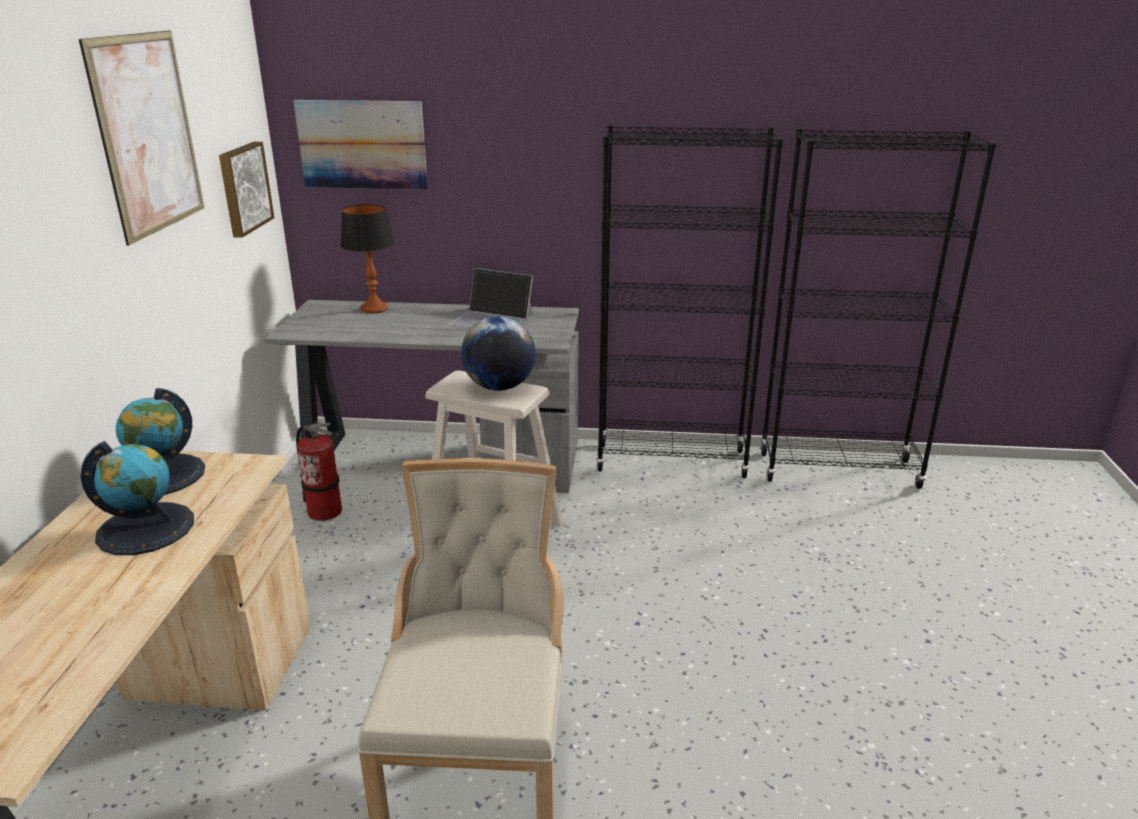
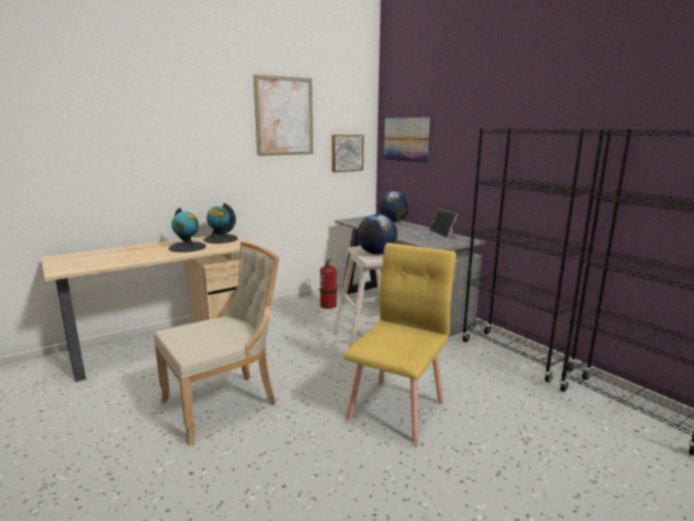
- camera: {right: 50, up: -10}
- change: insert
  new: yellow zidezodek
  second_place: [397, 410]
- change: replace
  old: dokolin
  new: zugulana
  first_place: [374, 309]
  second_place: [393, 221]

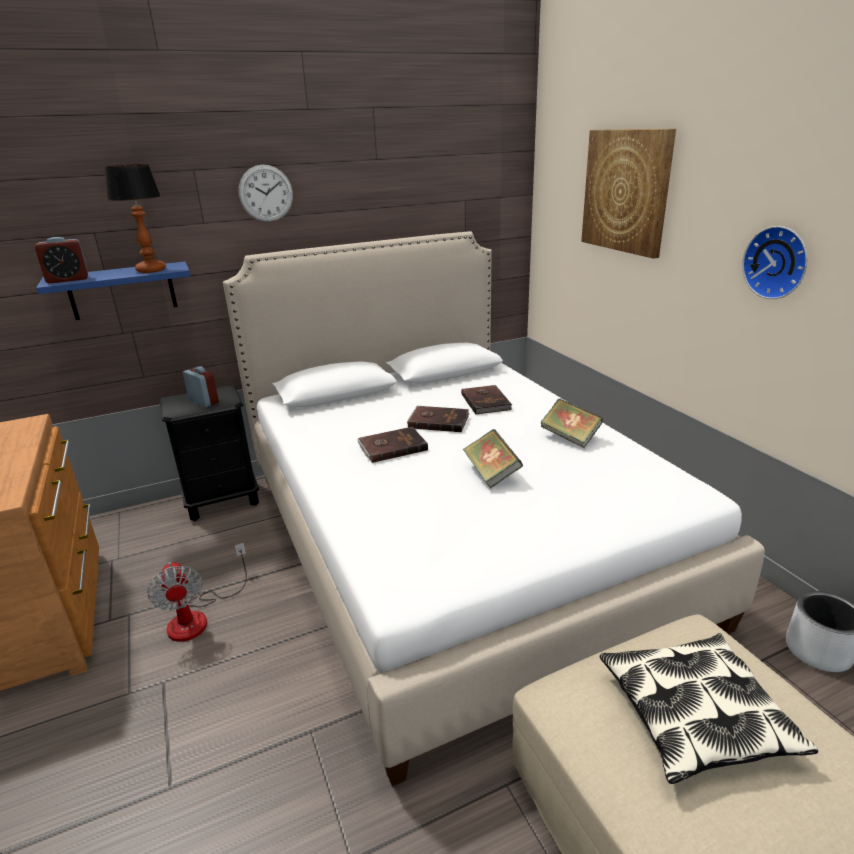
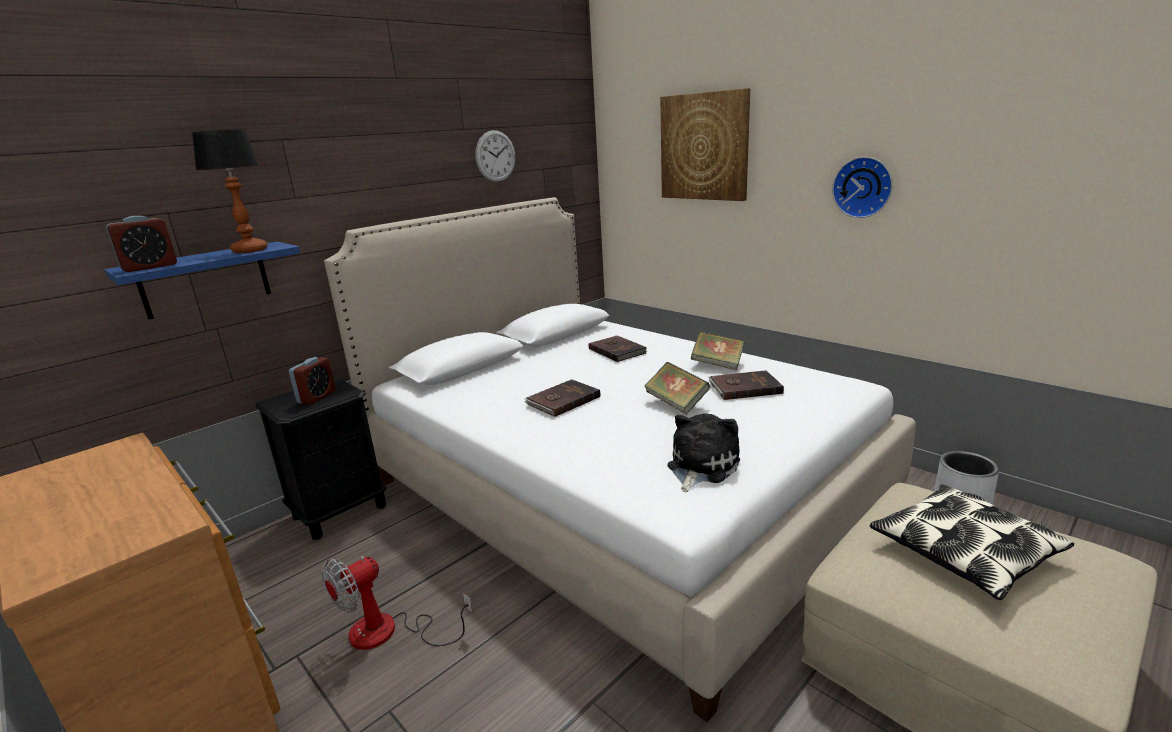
- camera: {right: -20, up: -5}
- change: insert
  new: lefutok
  second_place: [700, 466]
- change: move
  old: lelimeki
  first_place: [266, 193]
  second_place: [495, 156]
- change: move
  old: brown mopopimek
  first_place: [438, 421]
  second_place: [744, 387]
- change: rotate
  old: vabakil
  first_place: [198, 617]
  second_place: [389, 632]
  degrees: 90
- change: rotate
  old: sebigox
  first_place: [204, 402]
  second_place: [317, 397]
  degrees: 90

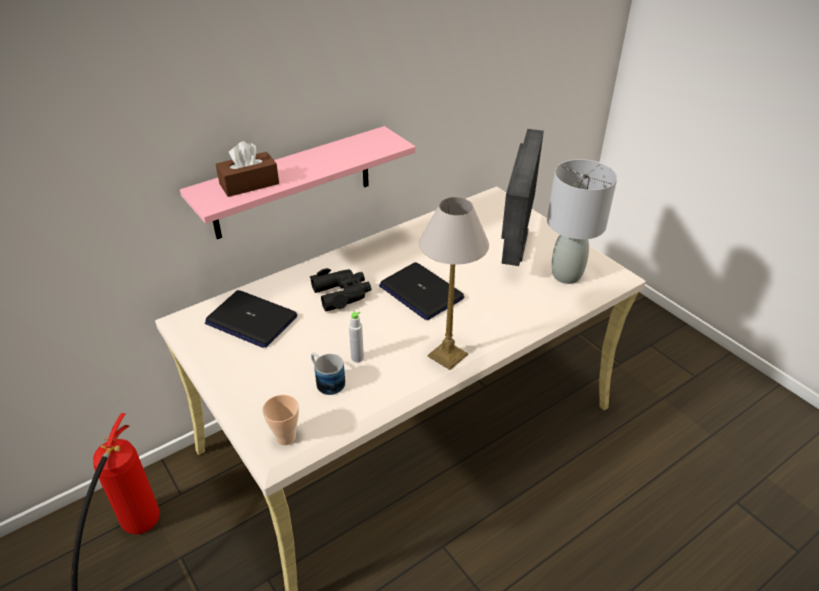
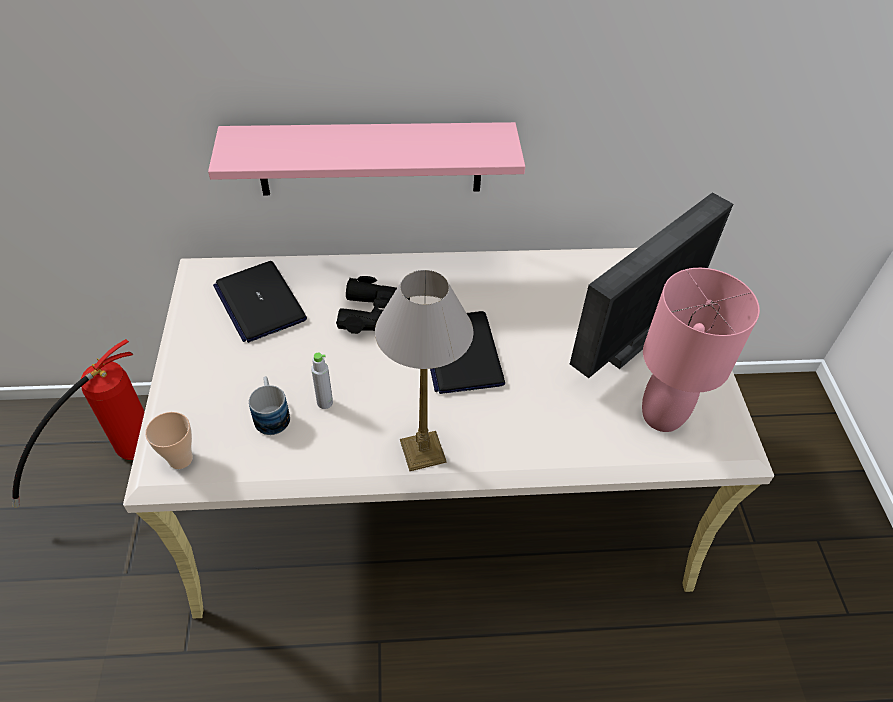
- camera: {right: 30, up: 10}
- change: delete
  old: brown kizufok
  first_place: [249, 184]
- change: recolor
  old: grey dokolin
  new: pink dokolin
  first_place: [566, 276]
  second_place: [661, 417]

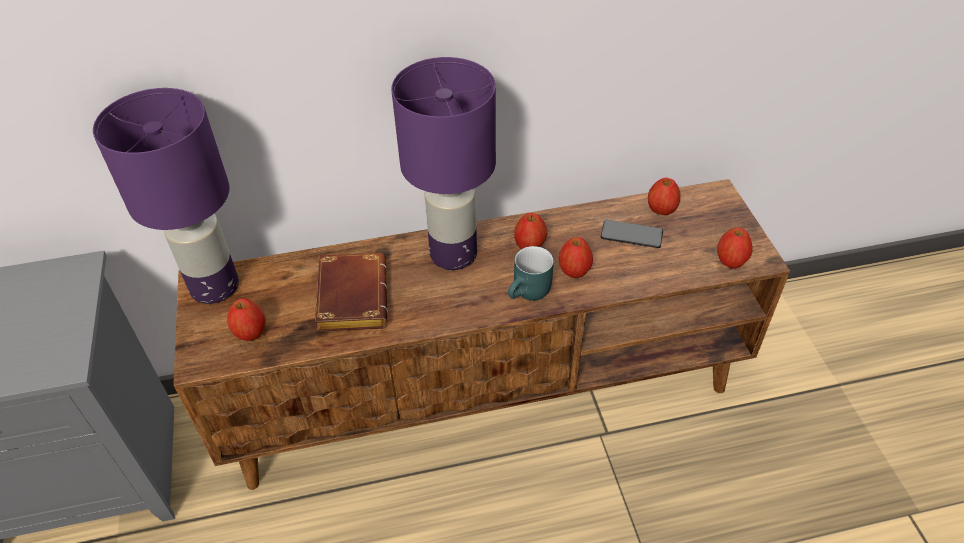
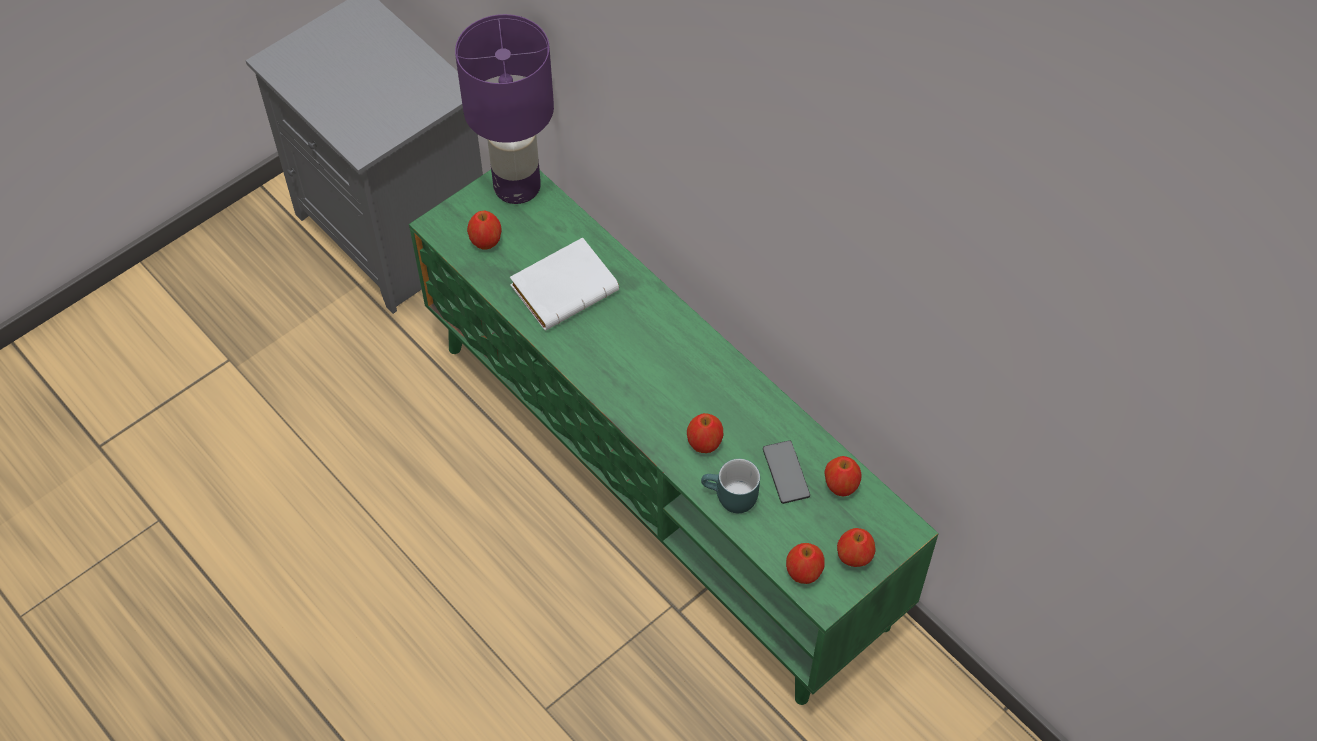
- camera: {right: 60, up: 10}
- change: delete
  old: purple dokolin
  first_place: [452, 255]
- change: move
  old: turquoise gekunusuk
  first_place: [530, 293]
  second_place: [730, 499]
- change: move
  old: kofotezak
  first_place: [529, 246]
  second_place: [854, 557]
- change: recolor
  old: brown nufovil
  new: green nufovil
  first_place: [486, 392]
  second_place: [661, 481]
- change: recolor
  old: brown mopopimek
  new: white mopopimek
  first_place: [350, 296]
  second_place: [565, 287]

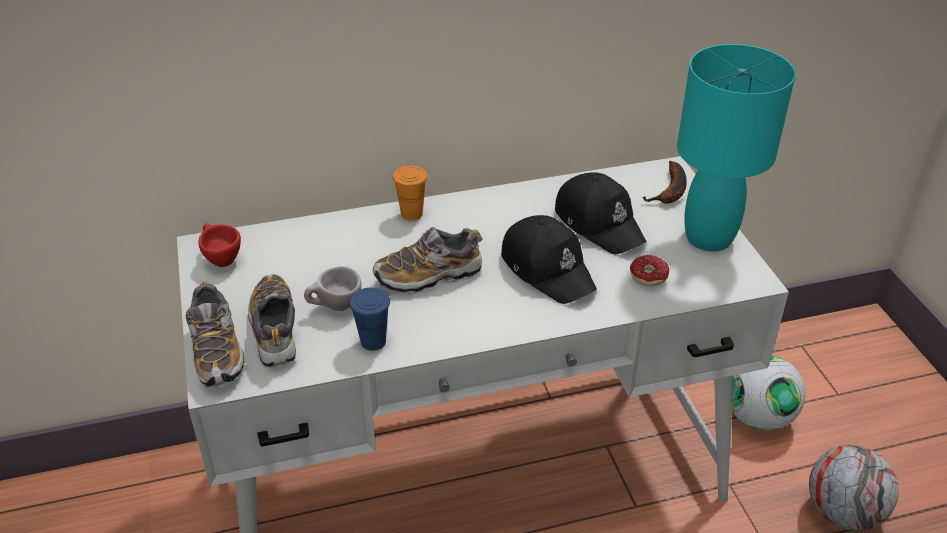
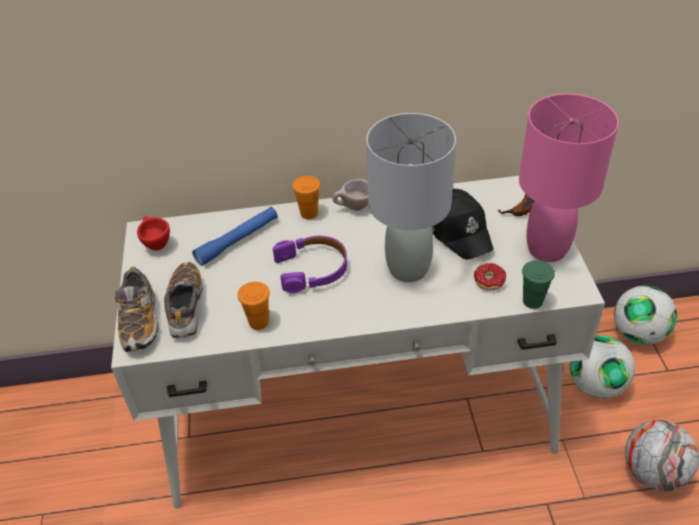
- camera: {right: 10, up: 5}
- change: insert
  new: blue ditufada
  second_place: [237, 241]
- change: insert
  new: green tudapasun
  second_place: [532, 301]
- change: insert
  new: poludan
  second_place: [638, 333]
- change: move
  old: beige tudapasun
  first_place: [335, 308]
  second_place: [353, 208]
- change: replace
  old: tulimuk
  new: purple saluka
  first_place: [429, 276]
  second_place: [312, 269]
- change: replace
  old: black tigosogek
  new: grey dokolin
  first_place: [548, 268]
  second_place: [408, 268]
- change: recolor
  old: blue tudapasun
  new: orange tudapasun
  first_place: [373, 341]
  second_place: [259, 322]
- change: recolor
  old: turquoise dokolin
  new: pink dokolin
  first_place: [708, 238]
  second_place: [546, 250]

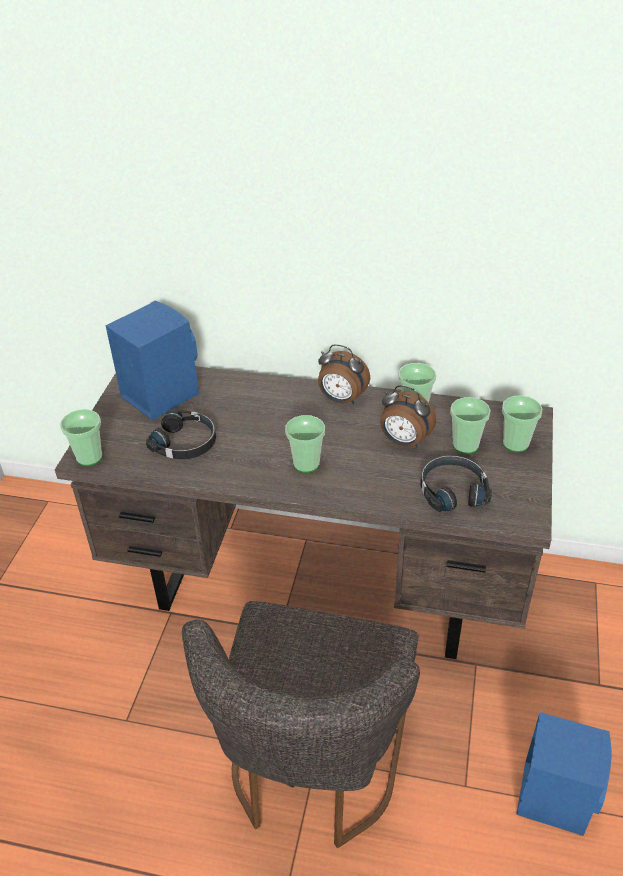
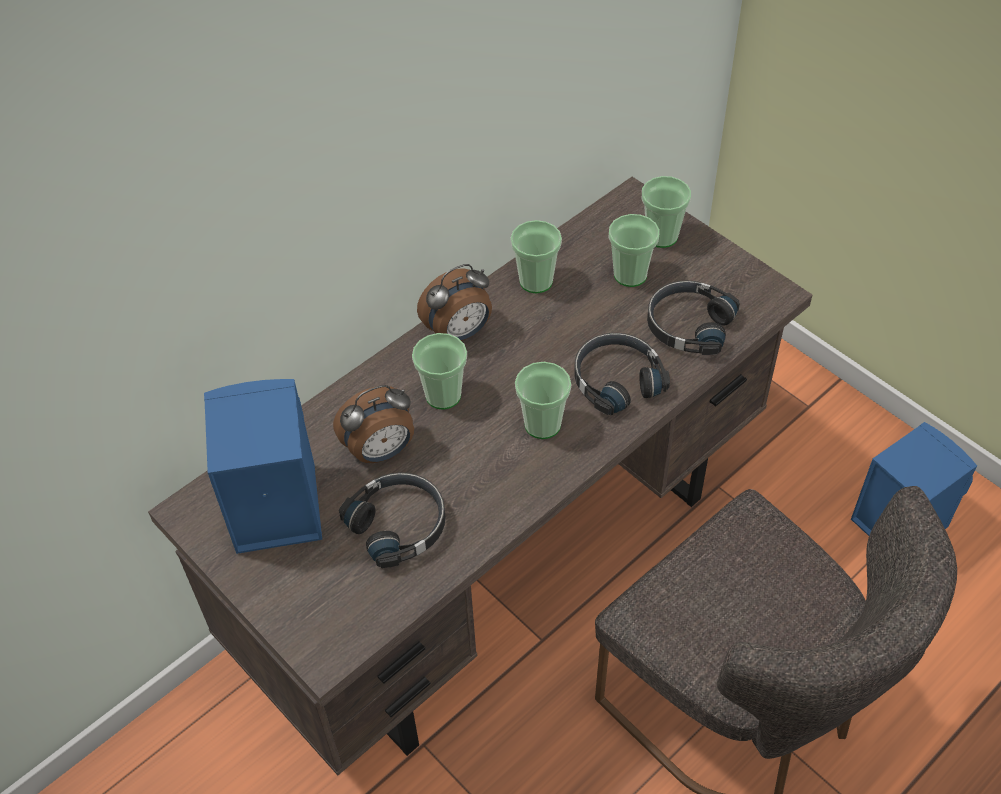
- camera: {right: -55, up: 10}
- change: insert
  new: black saluka
  second_place: [616, 379]
- change: move
  old: tudapasun
  first_place: [89, 457]
  second_place: [443, 395]
- change: move
  old: sebigox
  first_place: [404, 442]
  second_place: [381, 451]

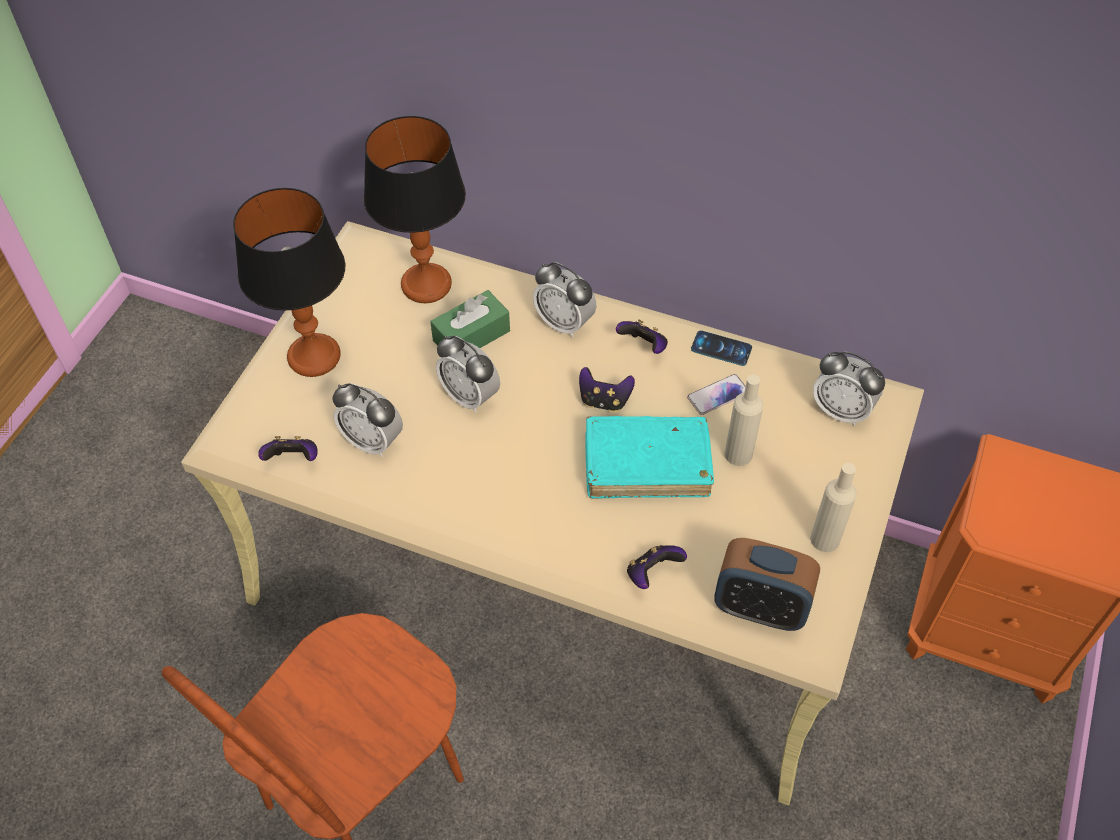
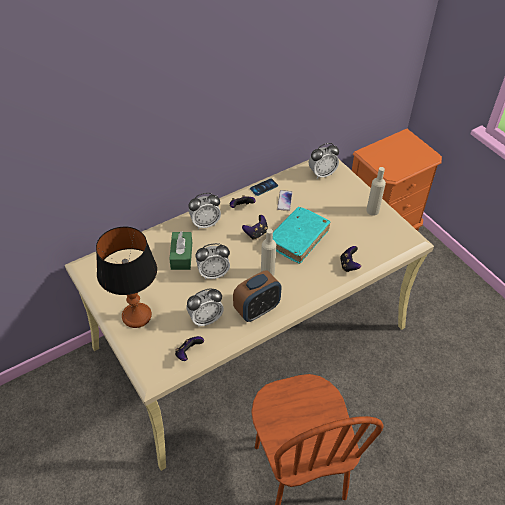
- camera: {right: -55, up: -5}
- change: delete
  old: dokolin
  first_place: [425, 284]
- change: move
  old: sebigox
  first_place: [760, 607]
  second_place: [257, 310]
- change: move
  old: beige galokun
  first_place: [738, 454]
  second_place: [267, 272]

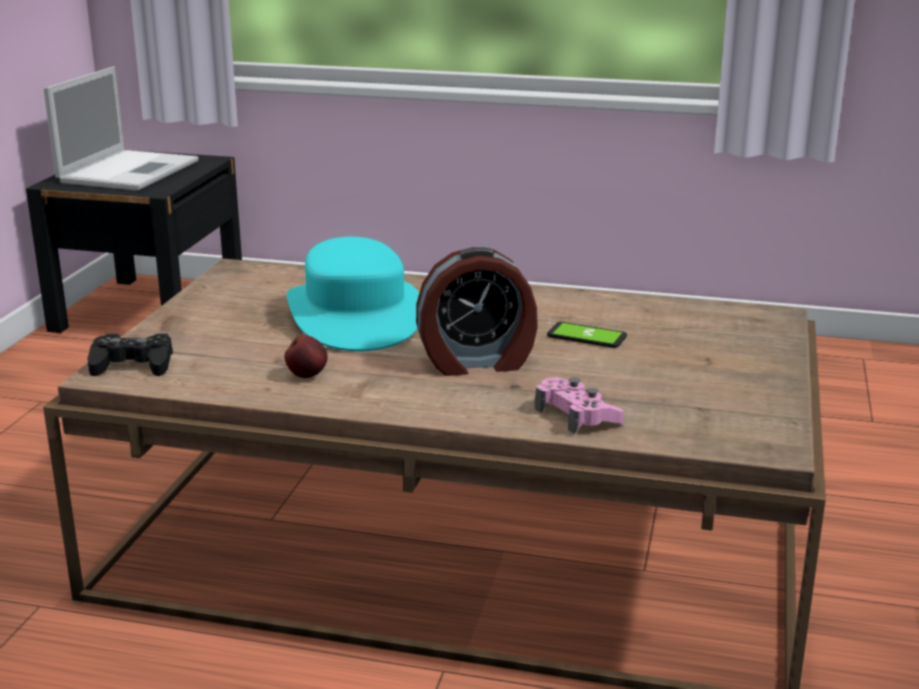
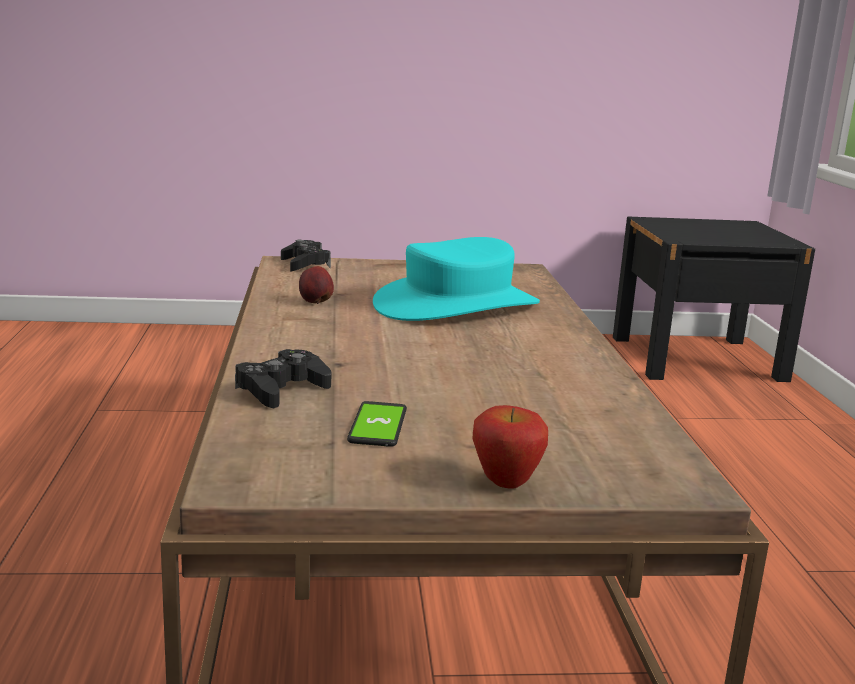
- camera: {right: 70, up: -5}
- change: delete
  old: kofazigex
  first_place: [130, 171]
- change: delete
  old: sebigox
  first_place: [477, 362]
- change: insert
  new: kofotezak
  second_place: [505, 484]
- change: move
  old: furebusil
  first_place: [586, 336]
  second_place: [377, 425]
- change: recolor
  old: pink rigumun
  new: black rigumun
  first_place: [577, 415]
  second_place: [281, 389]

